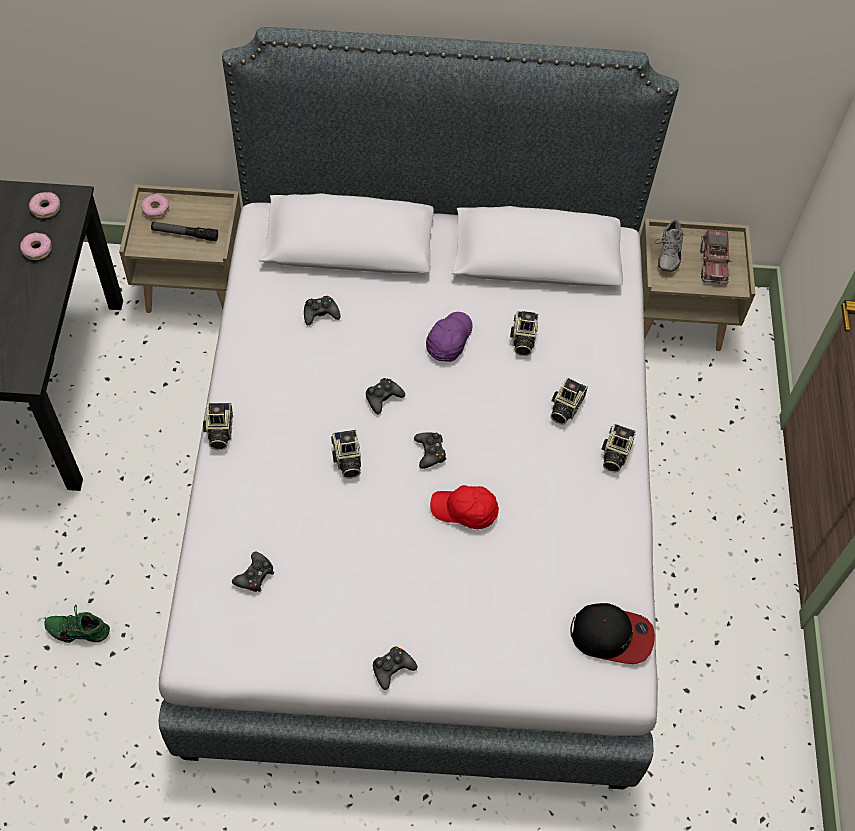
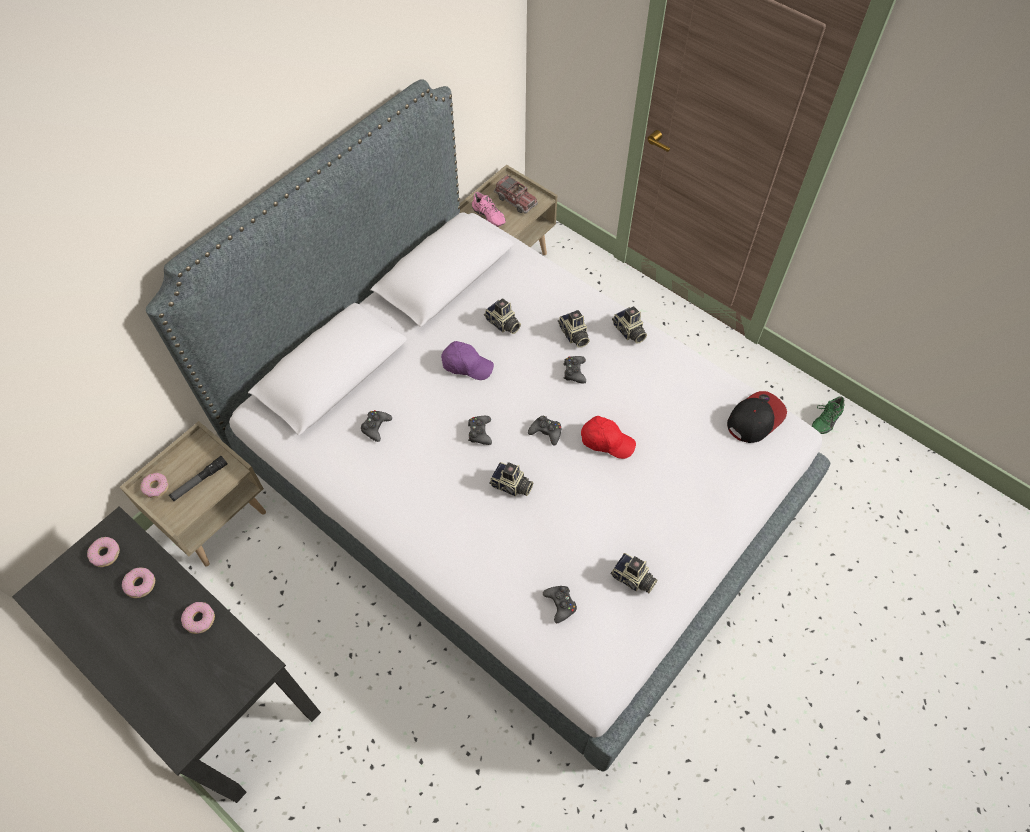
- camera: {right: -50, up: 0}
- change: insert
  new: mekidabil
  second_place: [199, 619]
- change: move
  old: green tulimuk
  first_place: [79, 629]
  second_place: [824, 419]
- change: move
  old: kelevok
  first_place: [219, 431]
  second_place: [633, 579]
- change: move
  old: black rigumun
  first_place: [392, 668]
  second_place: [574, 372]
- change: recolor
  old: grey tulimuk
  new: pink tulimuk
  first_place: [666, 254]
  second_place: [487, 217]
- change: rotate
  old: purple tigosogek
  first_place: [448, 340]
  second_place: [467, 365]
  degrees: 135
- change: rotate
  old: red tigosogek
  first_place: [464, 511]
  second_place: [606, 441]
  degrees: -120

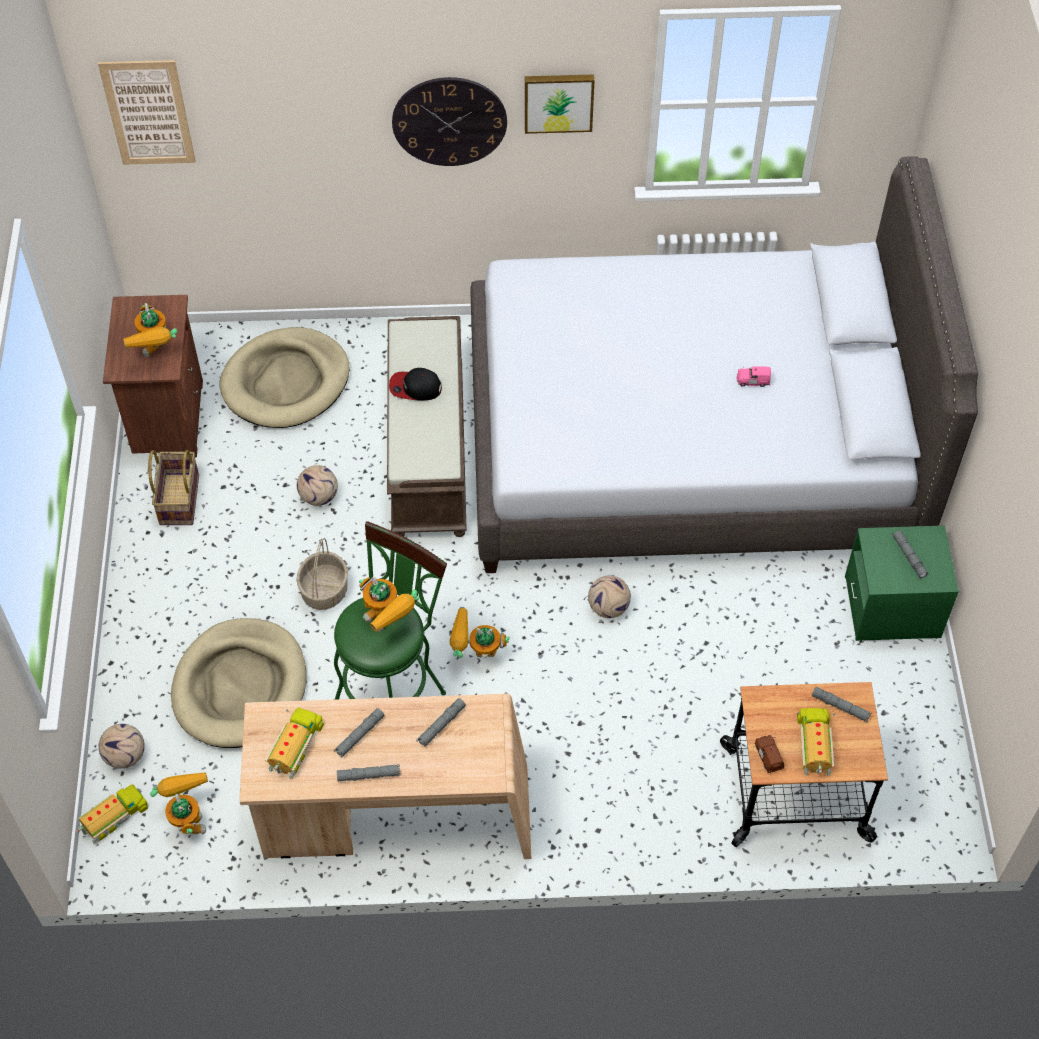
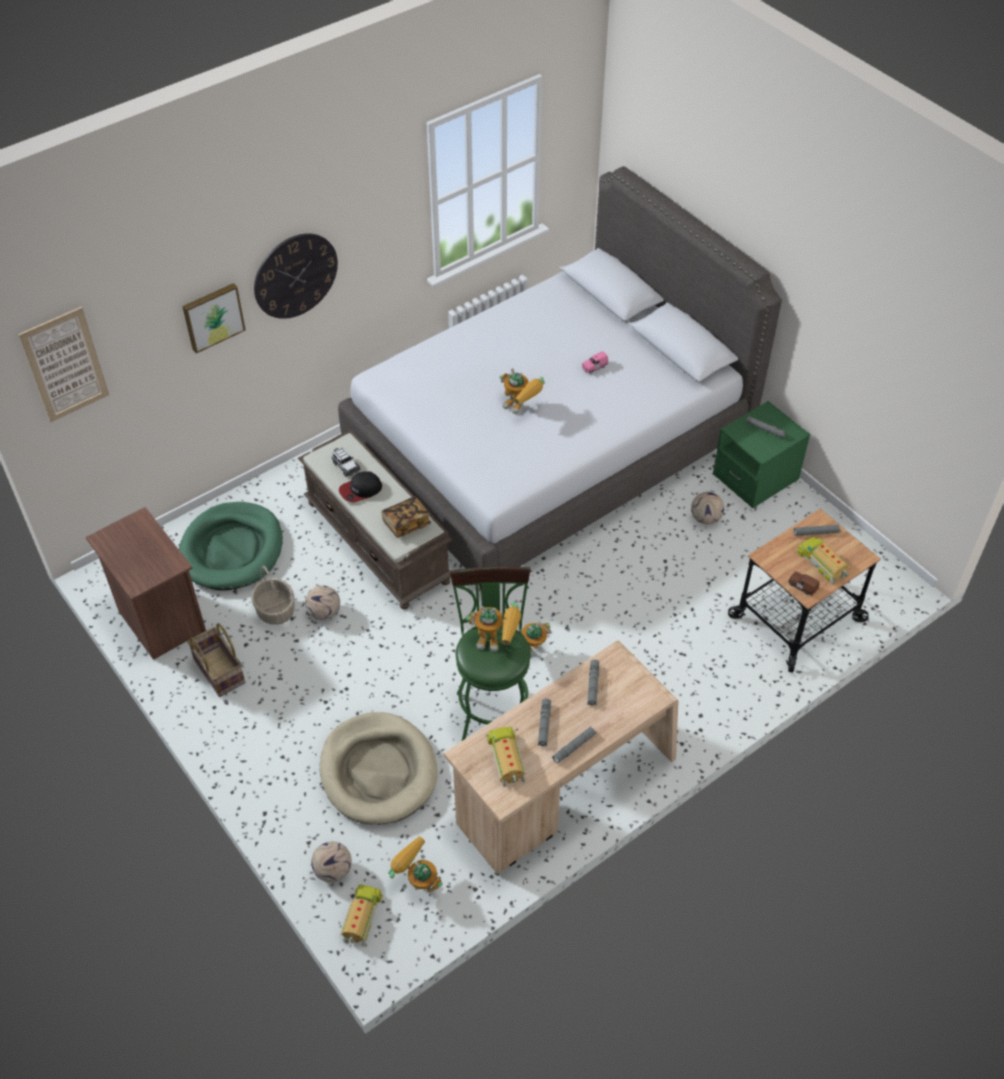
- camera: {right: -35, up: -5}
- change: insert
  new: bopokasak
  second_place: [345, 466]
- change: insert
  new: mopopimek
  second_place: [406, 523]
- change: move
  old: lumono
  first_place: [156, 353]
  second_place: [521, 408]
- change: move
  old: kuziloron
  first_place: [324, 590]
  second_place: [275, 610]
- change: move
  old: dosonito
  first_place: [558, 101]
  second_place: [212, 316]
- change: move
  old: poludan
  first_place: [608, 608]
  second_place: [706, 518]
- change: recolor
  old: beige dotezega
  new: green dotezega
  first_place: [286, 382]
  second_place: [232, 549]

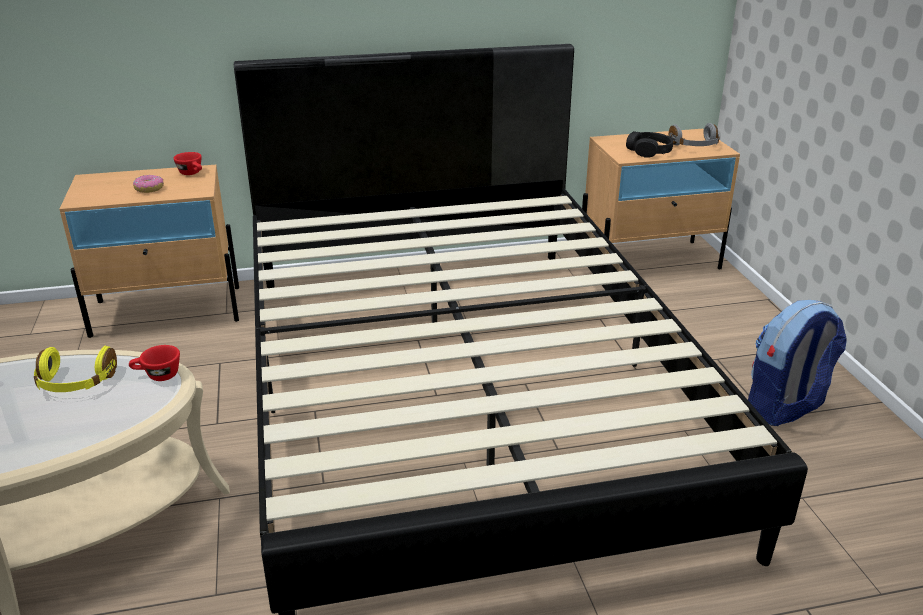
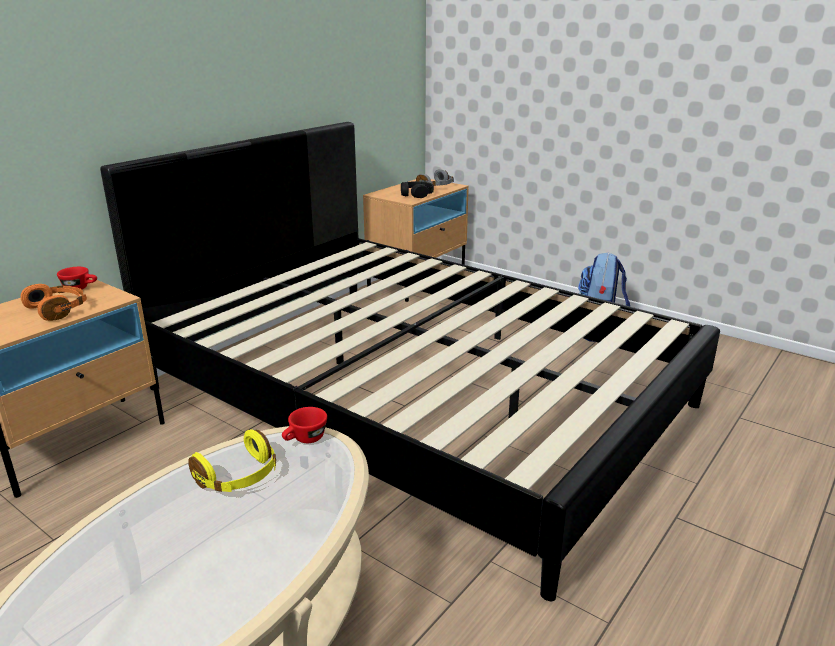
- camera: {right: -40, up: -5}
- change: replace
  old: mekidabil
  new: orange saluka
  first_place: [149, 189]
  second_place: [58, 310]

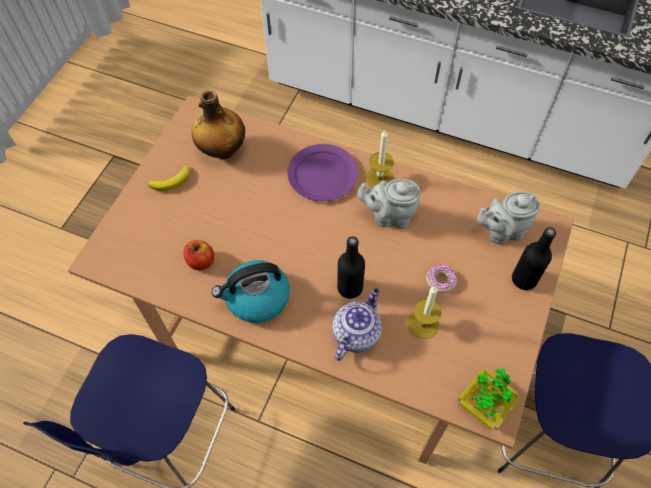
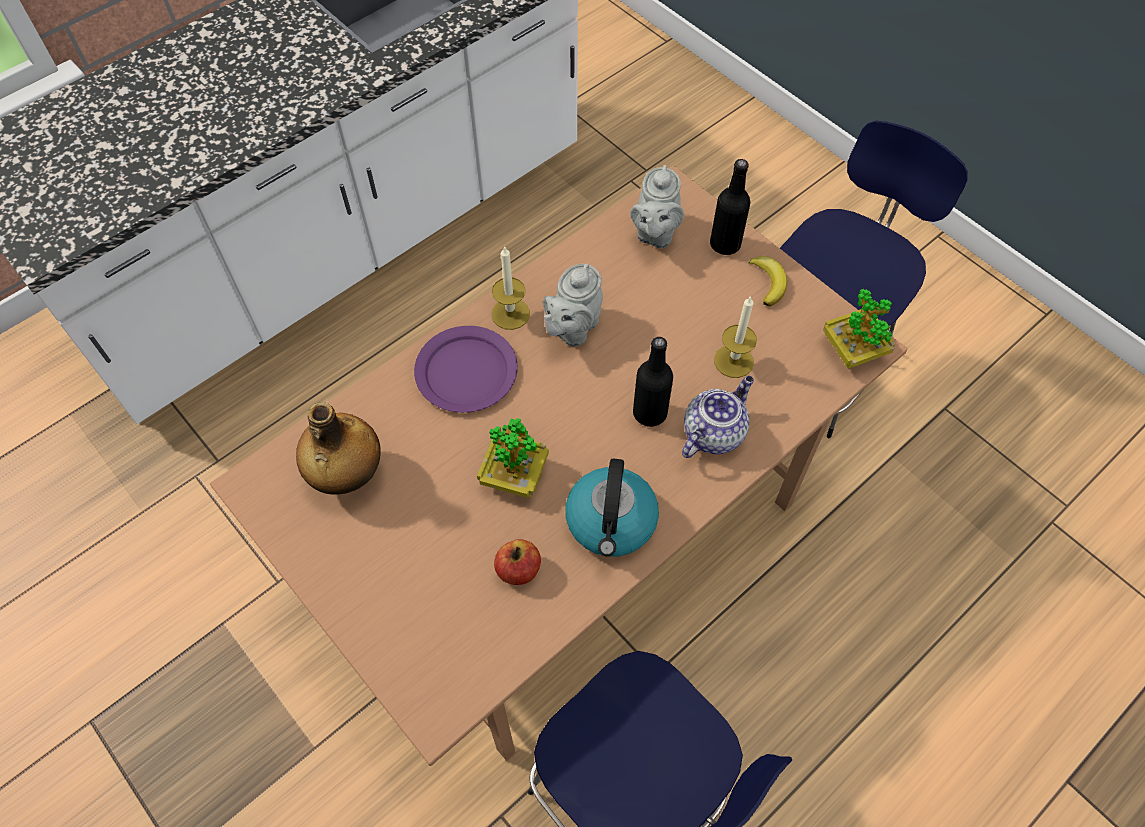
- camera: {right: -65, up: 0}
- change: delete
  old: mekidabil
  first_place: [440, 281]
- change: insert
  new: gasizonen
  second_place: [514, 475]
- change: move
  old: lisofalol
  first_place: [172, 181]
  second_place: [768, 282]
- change: rotate
  old: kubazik
  first_place: [356, 333]
  second_place: [713, 432]
  degrees: 75

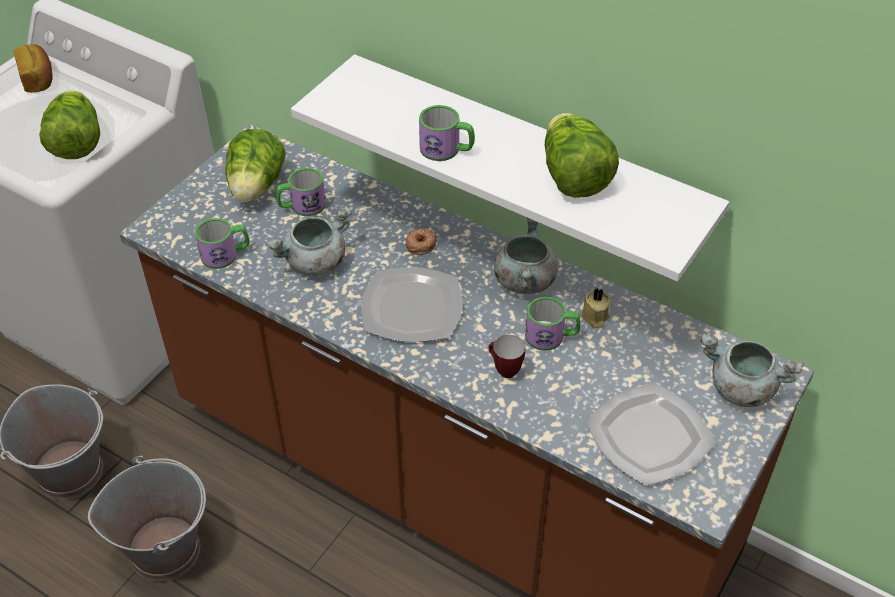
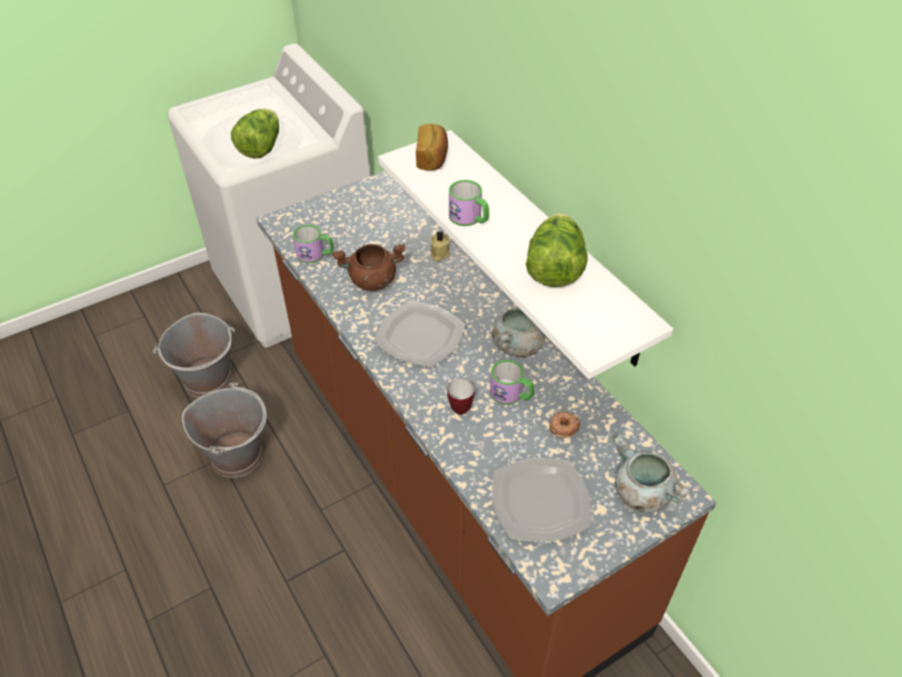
- camera: {right: 25, up: 0}
- change: delete
  old: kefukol
  first_place: [256, 187]
- change: delete
  old: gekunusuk
  first_place: [301, 206]
- change: move
  old: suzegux
  first_place: [38, 79]
  second_place: [432, 158]
- change: move
  old: mekidabil
  first_place: [420, 244]
  second_place: [563, 426]
- change: move
  old: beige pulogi
  first_place: [594, 317]
  second_place: [439, 254]
- change: recolor
  old: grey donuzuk
  new: brown donuzuk
  first_place: [315, 263]
  second_place: [372, 280]

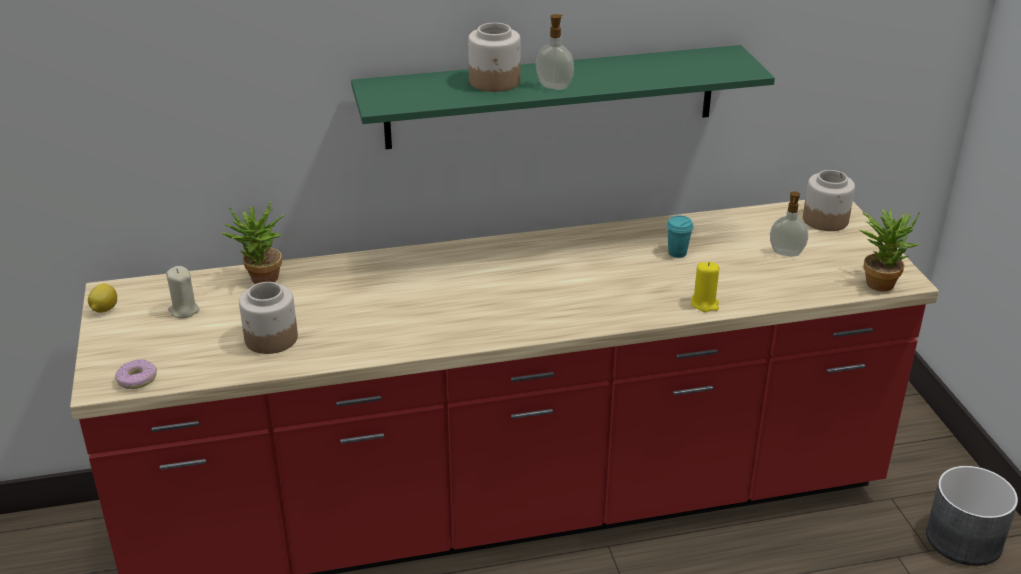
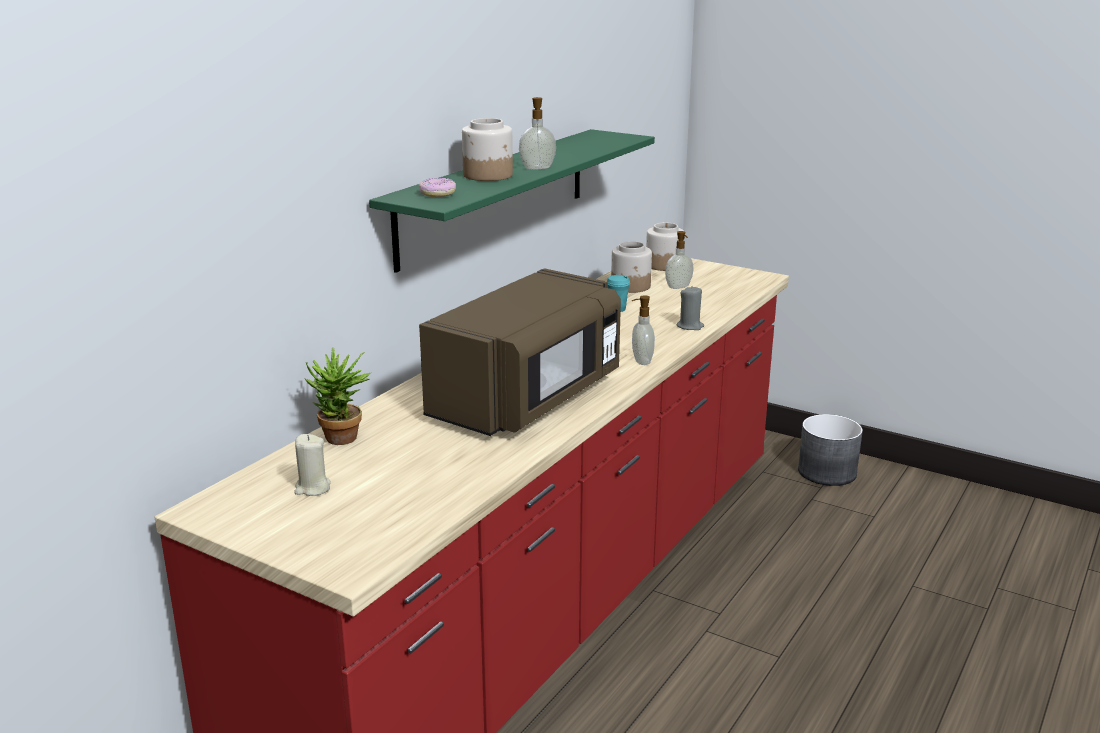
- camera: {right: -45, up: -10}
- change: delete
  old: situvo
  first_place: [104, 309]
- change: delete
  old: gasizonen
  first_place: [879, 281]
- change: insert
  new: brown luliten
  second_place: [528, 399]
- change: insert
  new: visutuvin
  second_place: [641, 361]
- change: move
  old: mekidabil
  first_place: [137, 379]
  second_place: [437, 193]
- change: move
  old: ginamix
  first_place: [271, 339]
  second_place: [631, 286]
- change: recolor
  old: yellow pulogi
  new: grey pulogi
  first_place: [705, 304]
  second_place: [690, 326]

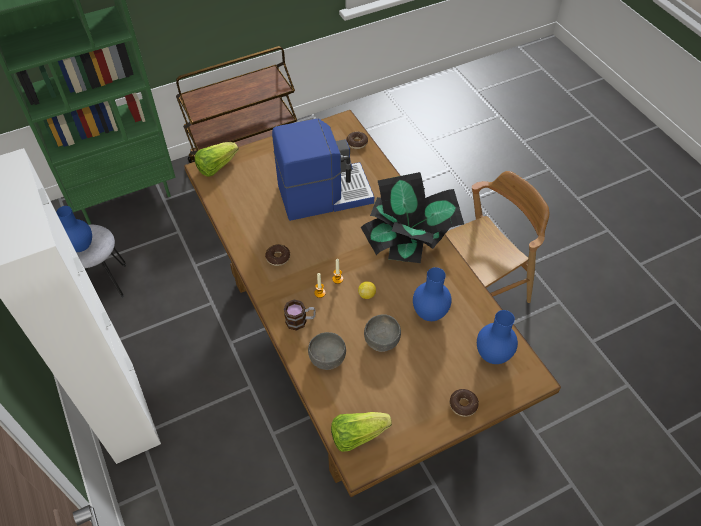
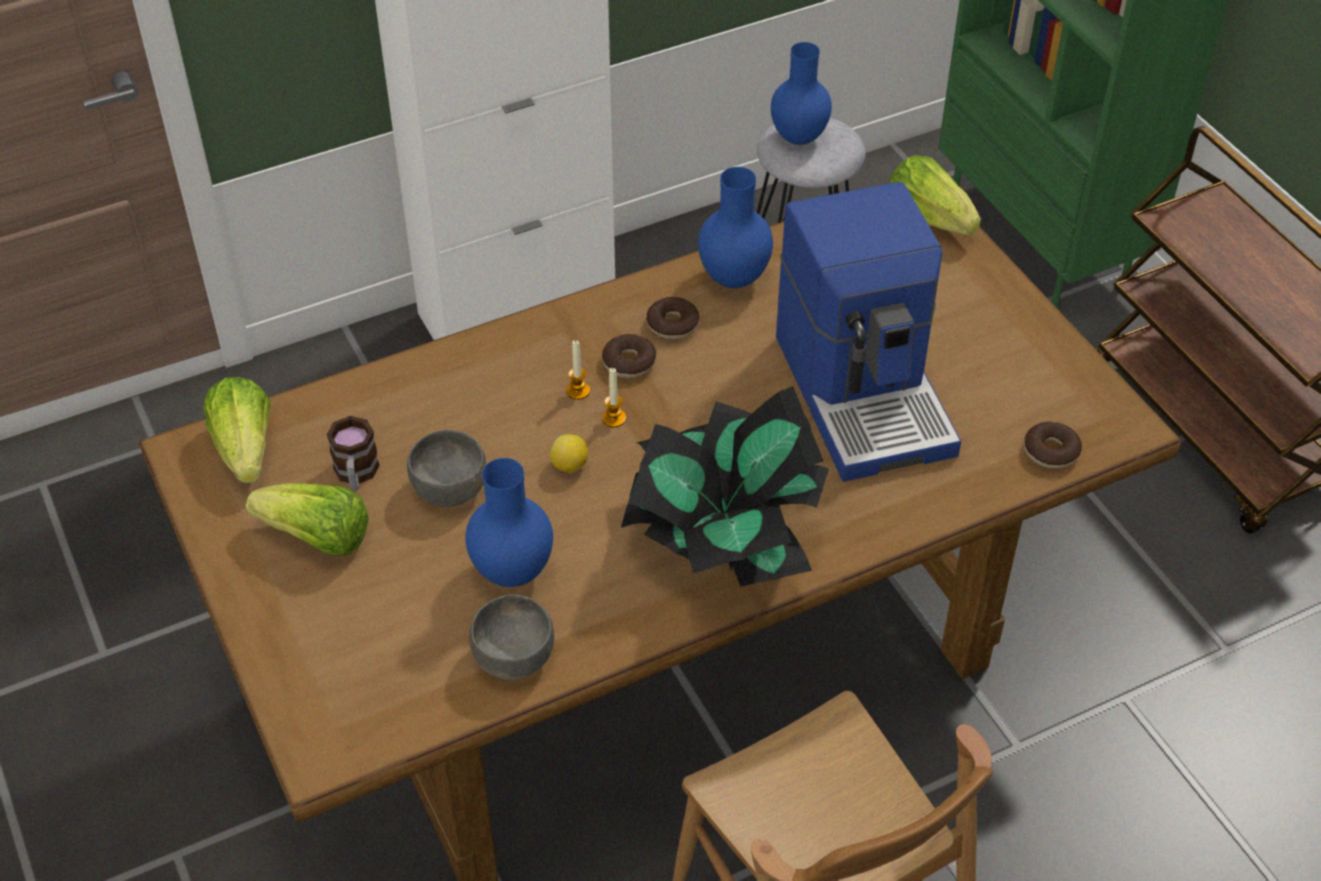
- camera: {right: 90, up: -5}
- change: insert
  new: kefukol
  second_place: [317, 538]
- change: move
  old: gekunusuk
  first_place: [300, 321]
  second_place: [356, 475]
- change: move
  old: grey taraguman
  first_place: [327, 358]
  second_place: [514, 656]
- change: move
  old: mekidabil
  first_place: [463, 405]
  second_place: [629, 363]
- change: move
  old: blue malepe
  first_place: [492, 354]
  second_place: [735, 279]

